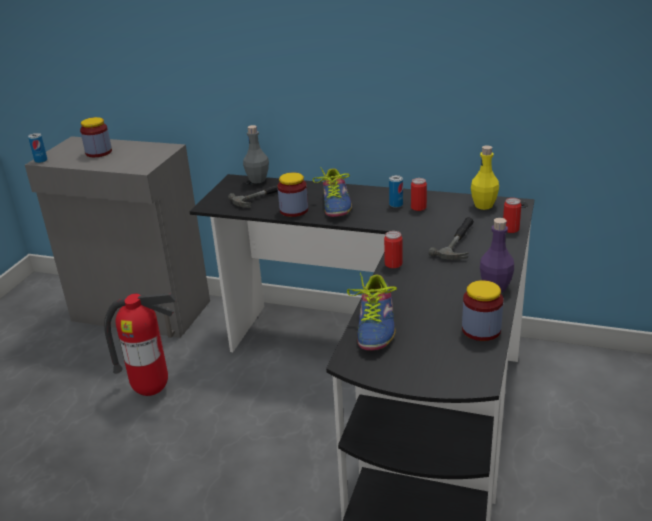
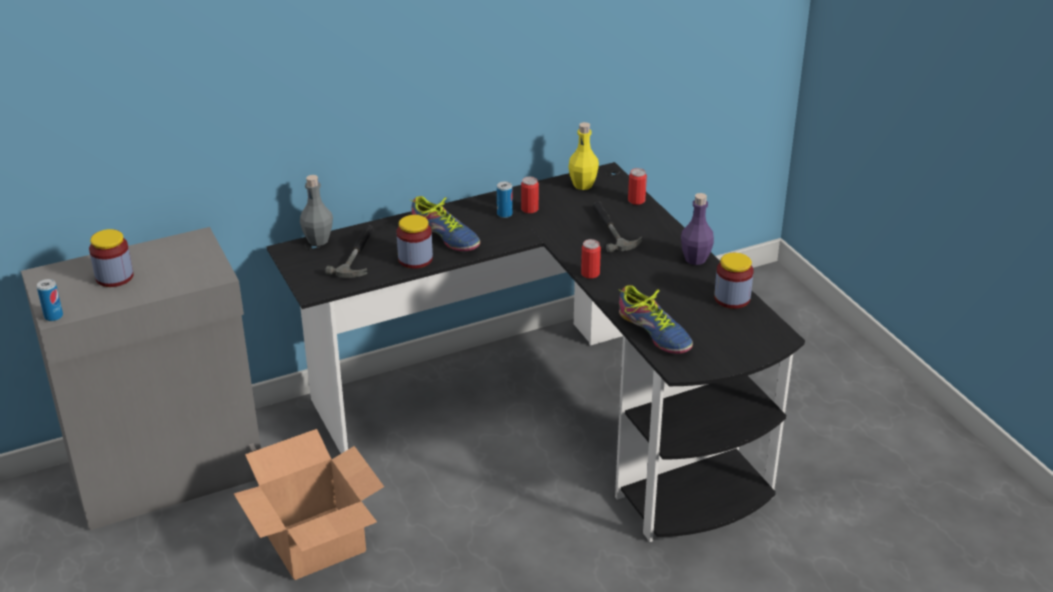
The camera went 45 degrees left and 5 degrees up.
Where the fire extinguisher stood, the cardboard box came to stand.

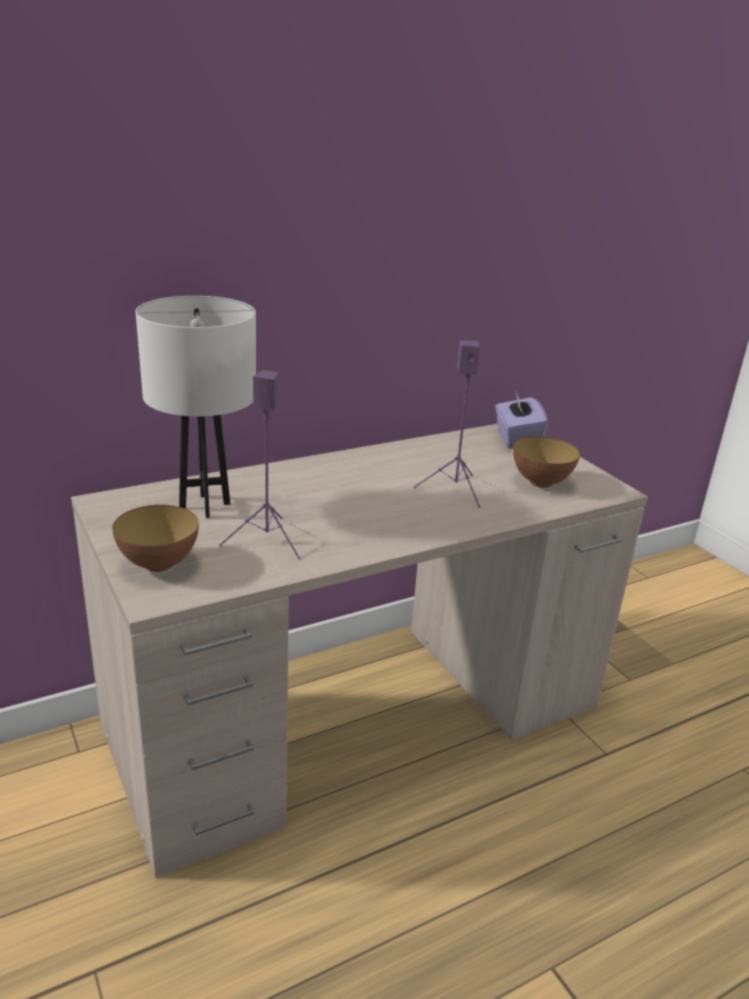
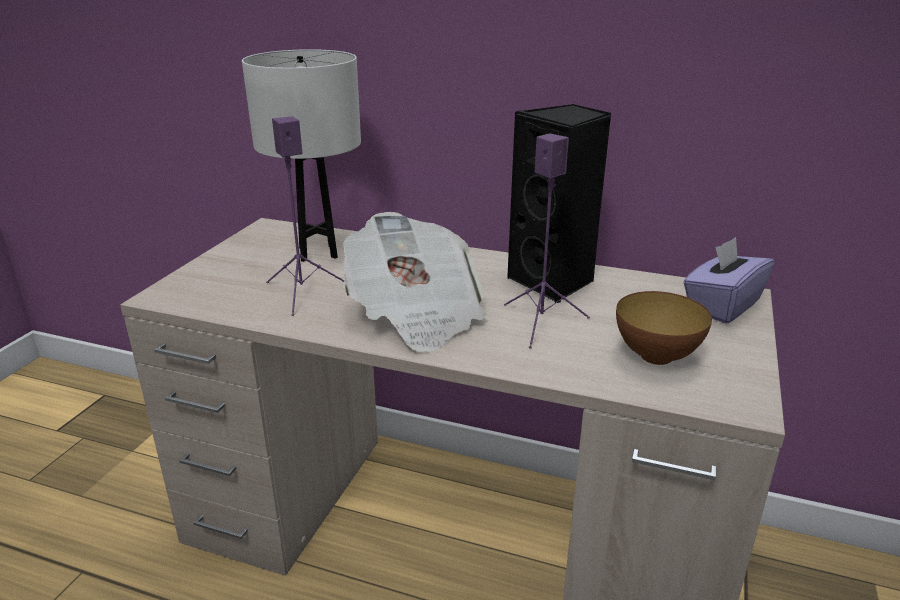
The camera went 50 degrees right and 0 degrees up.
The second view gained the newspaper.
The second view gained the black speaker.
The second view lost the bowl (1st from left).

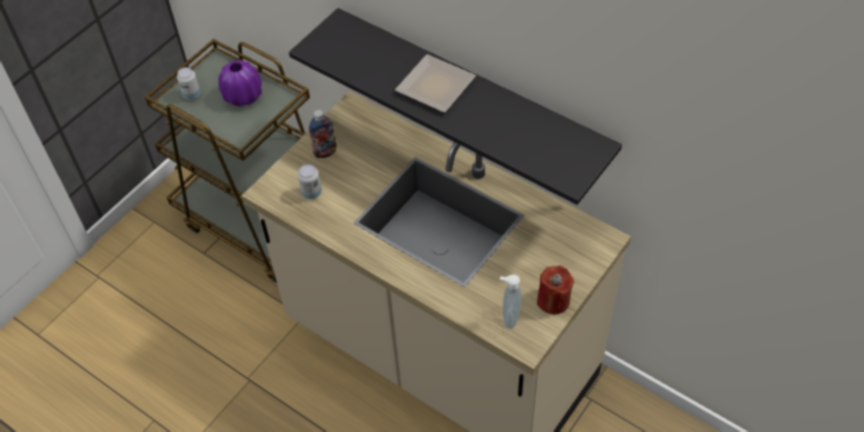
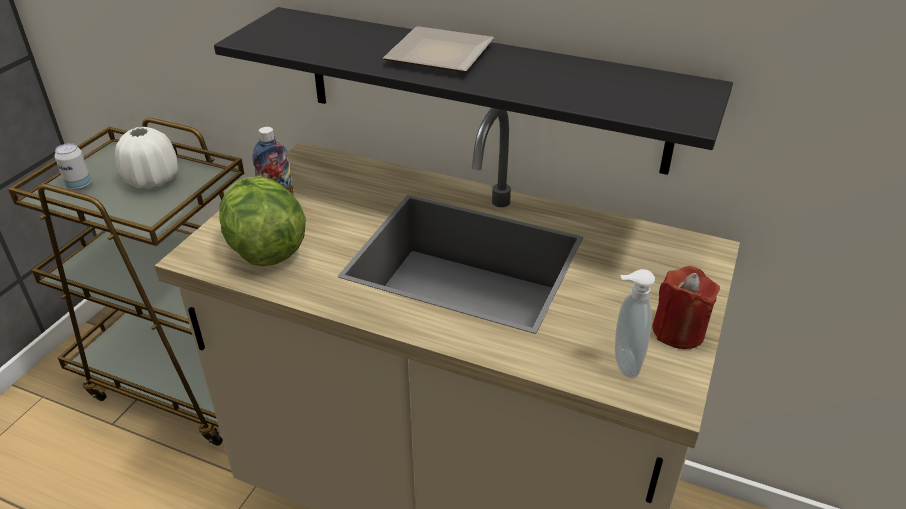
The camera went 15 degrees left and 15 degrees down.
What was the purple vase turned into the white vase.
Where the can (2nd from left) stood, the lettuce came to stand.

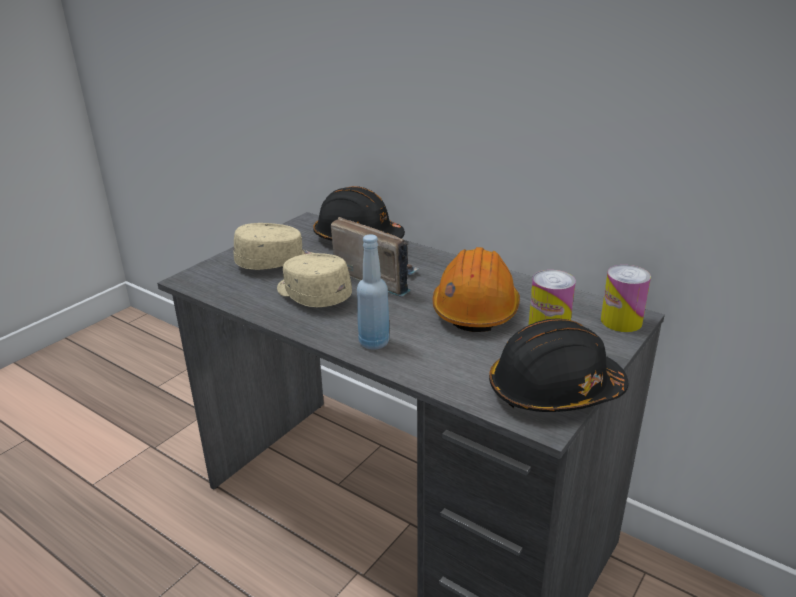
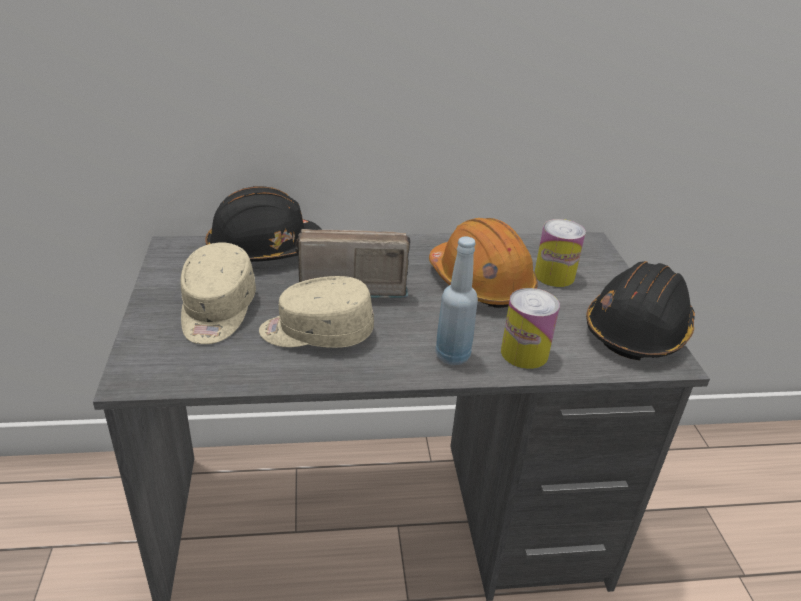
The camera went 45 degrees left and 5 degrees up.
The beige cap (1st from left) ended up facing another way, 150 degrees clockwise from before.
The can (2nd from left in the first image) ended up elsewhere.

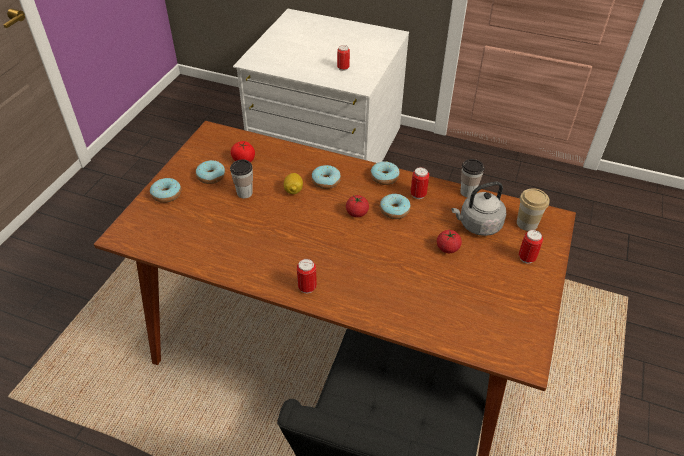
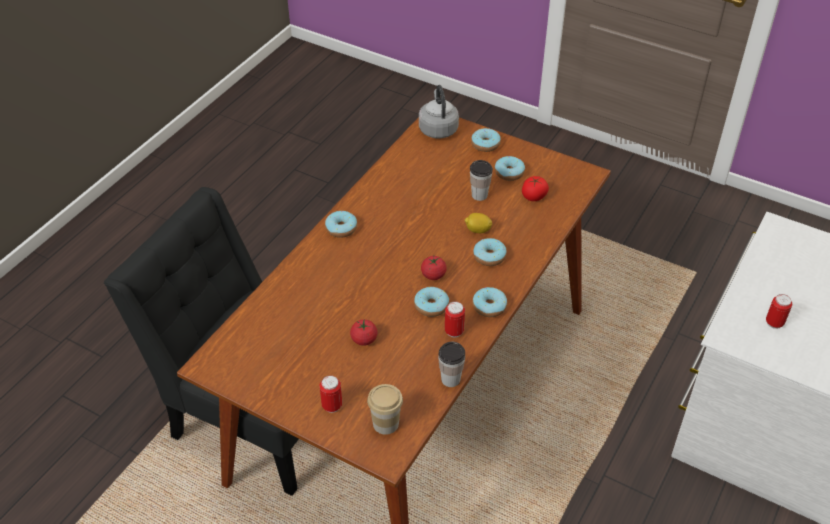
The camera went 100 degrees right and 0 degrees up.
Where the can (1st from left) stood, the donut (1st from left) came to stand.
The grey kettle ended up elsewhere.

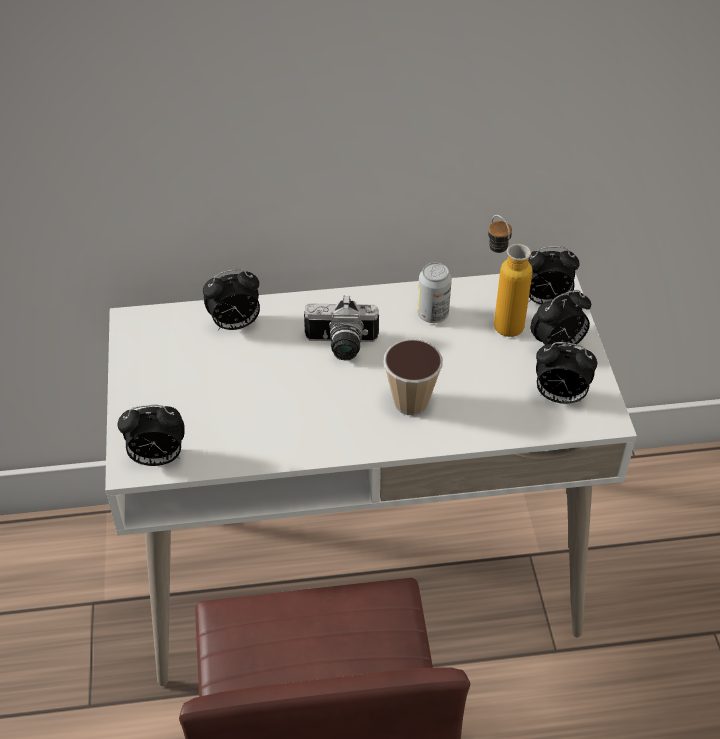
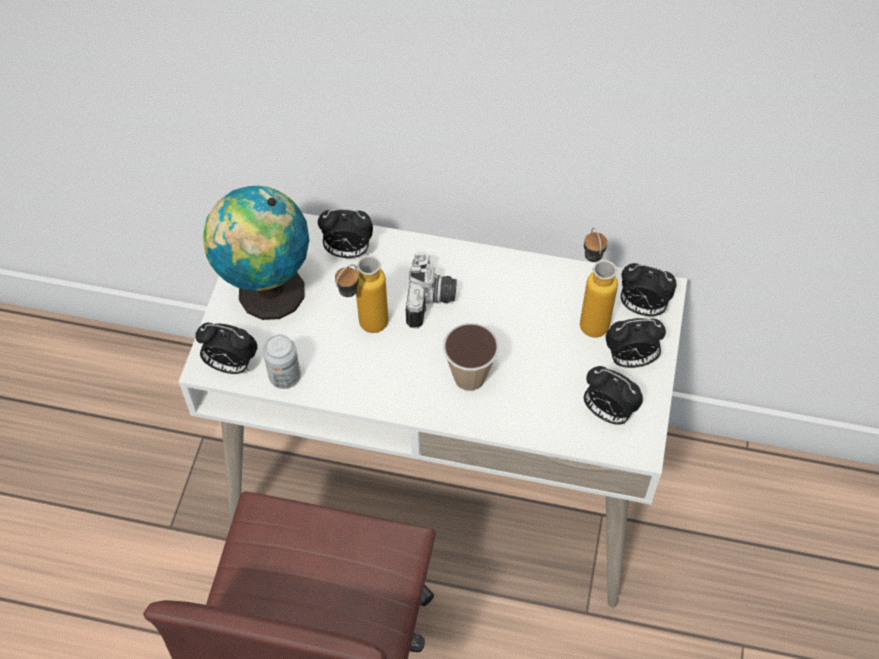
The camera went 20 degrees right and 10 degrees up.
The second view gained the globe.
The can ended up elsewhere.
The second view gained the bottle (1st from left).
The photo camera ended up facing another way, 105 degrees counterclockwise from before.

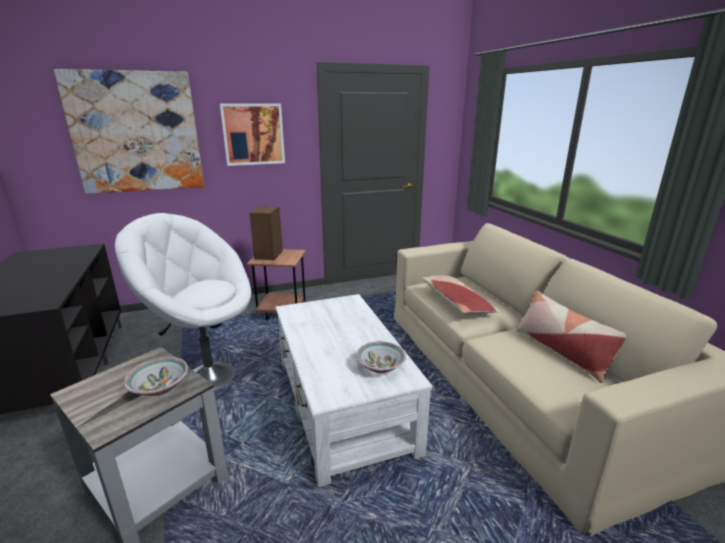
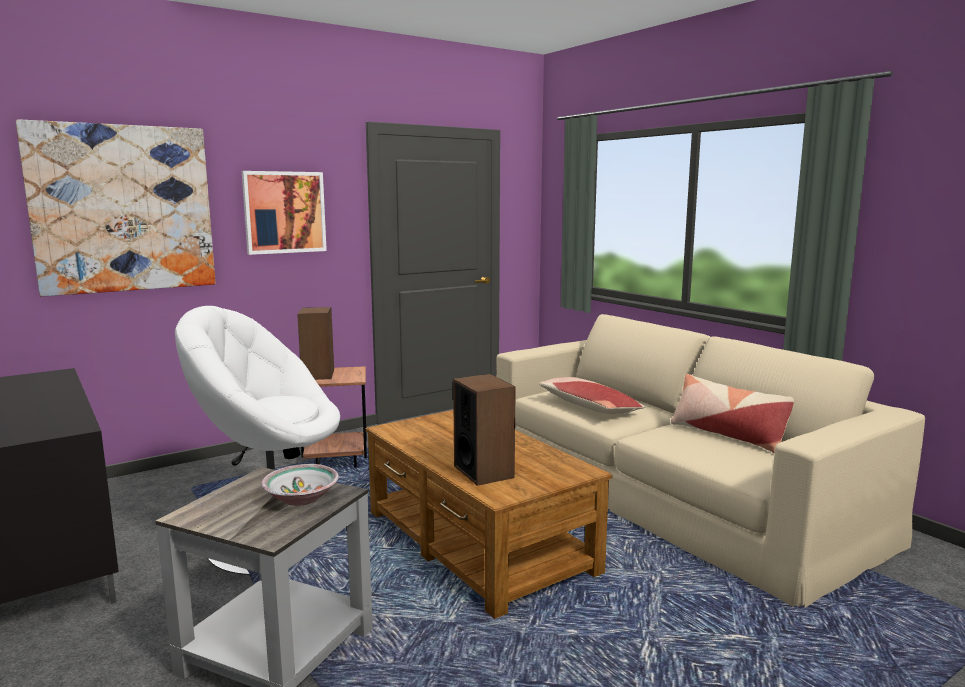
The camera went 15 degrees left and 10 degrees down.
What was the white coffee table turned into the brown coffee table.
The second view gained the speaker (2nd from left).
The second view lost the bowl (2nd from left).

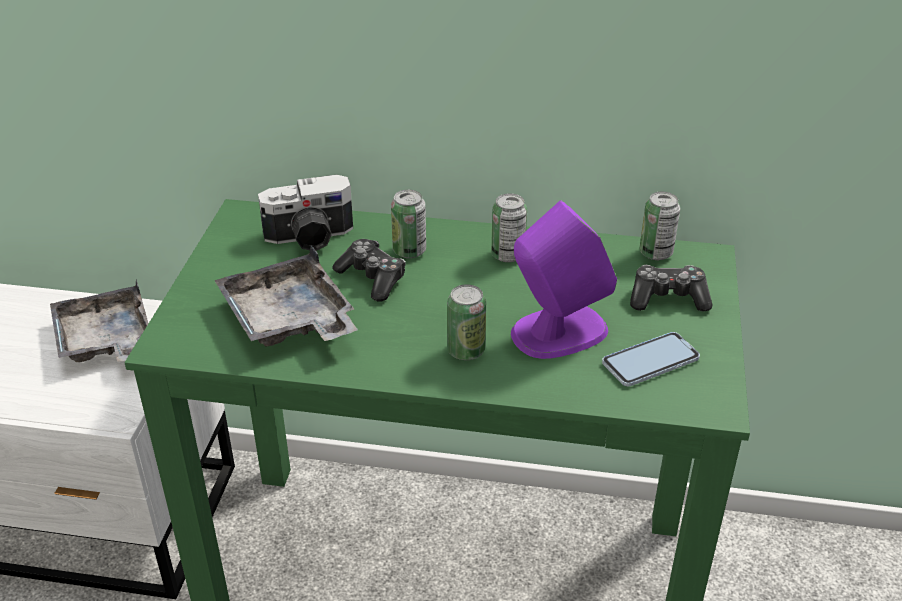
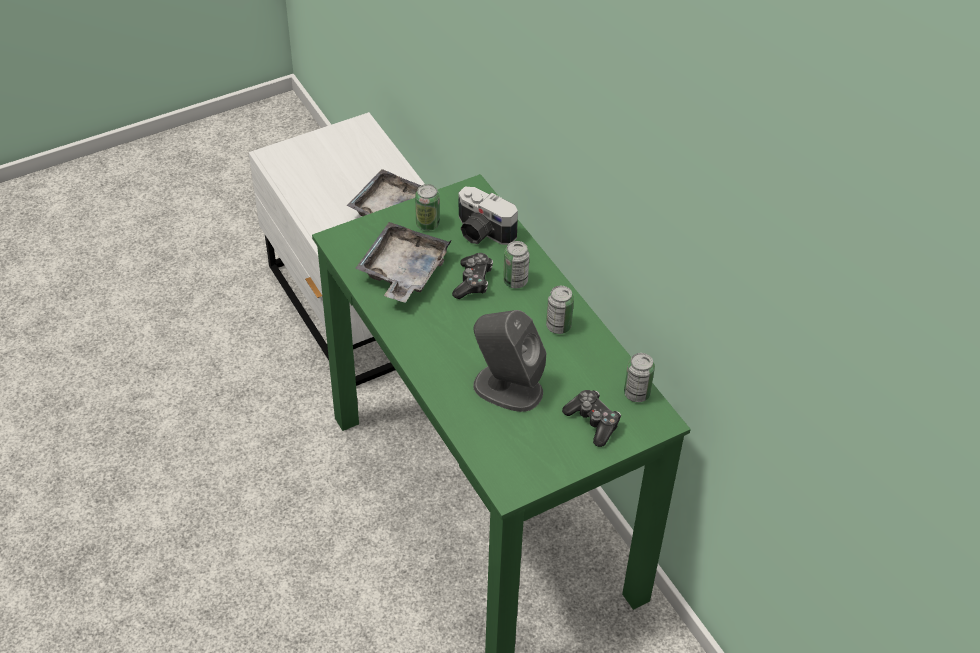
The camera went 50 degrees right and 10 degrees up.
The can (2nd from left in the first image) ended up elsewhere.
What was the purple speaker turned into the grey speaker.
The second view lost the phone.

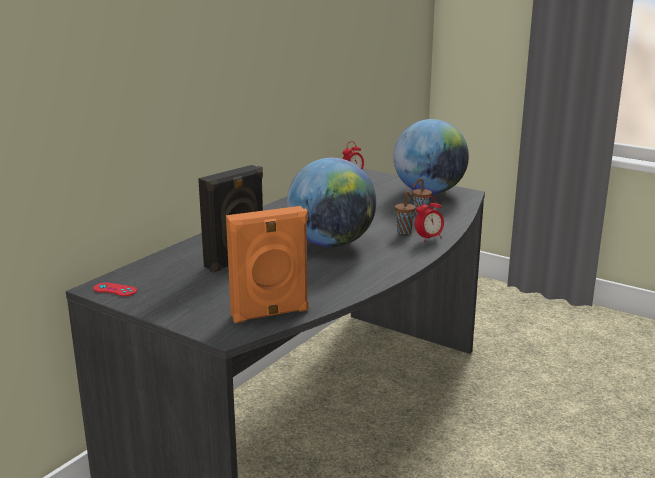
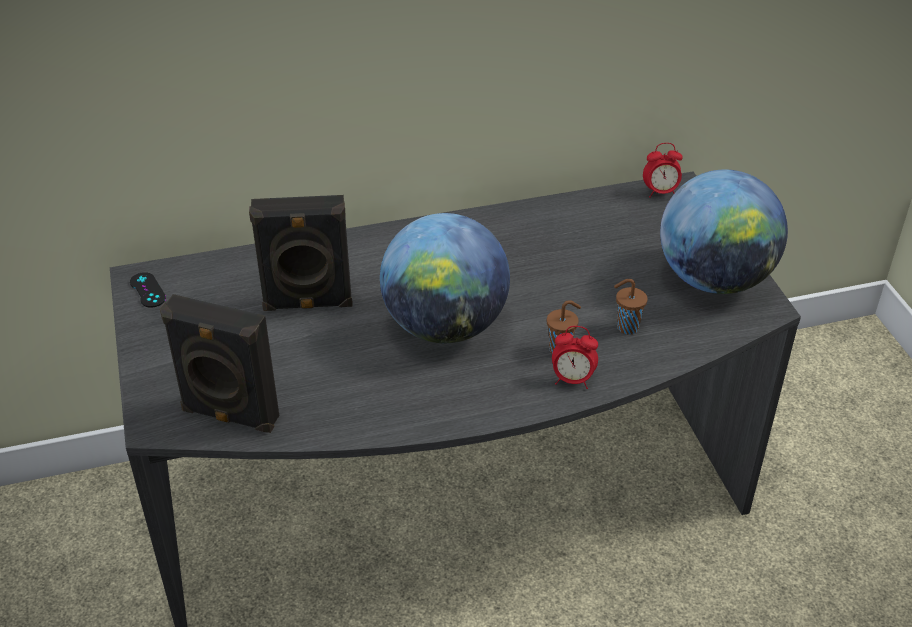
The camera went 40 degrees right and 20 degrees up.
What was the red game controller turned into the black game controller.
What was the orange speaker turned into the black speaker (1st from left).

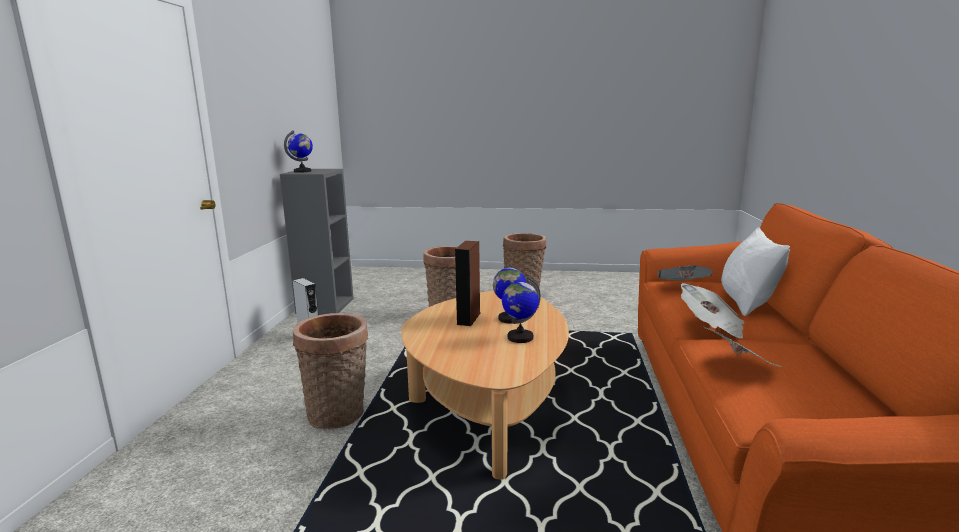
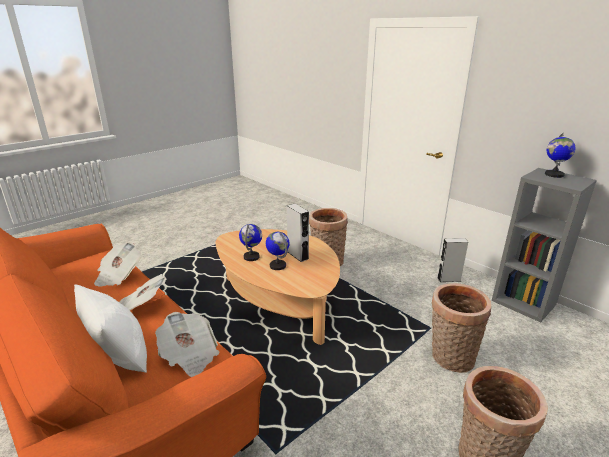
The camera went 130 degrees right and 10 degrees up.
What was the brown speaker turned into the grey speaker (1st from left).

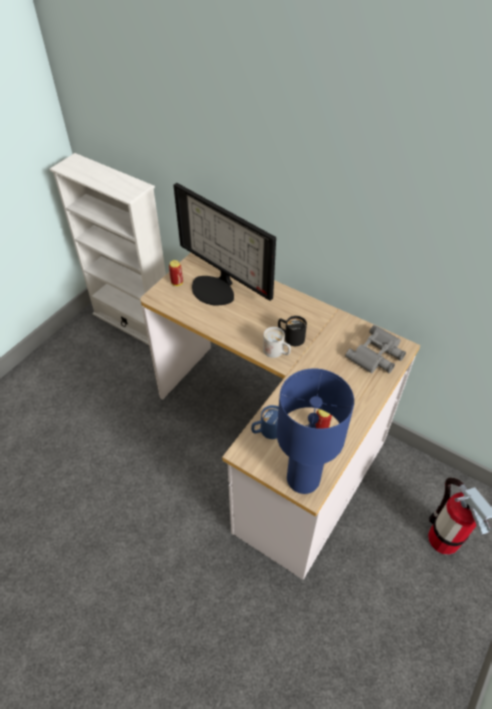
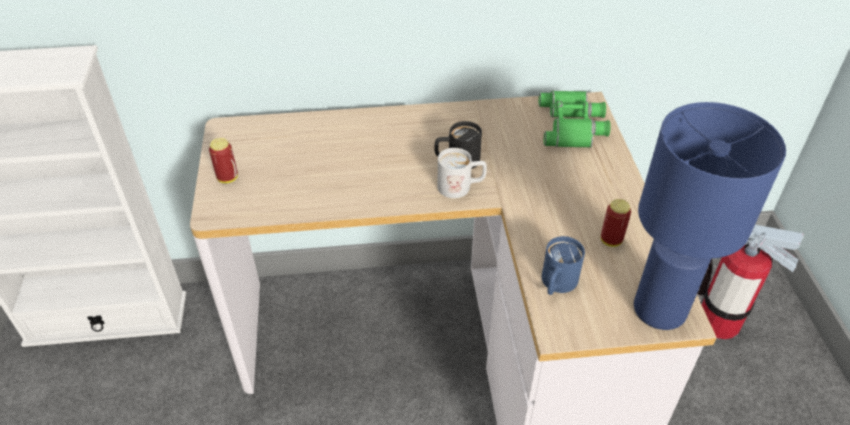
The camera went 40 degrees left and 5 degrees down.
What was the grey binoculars turned into the green binoculars.
The second view lost the monitor.

